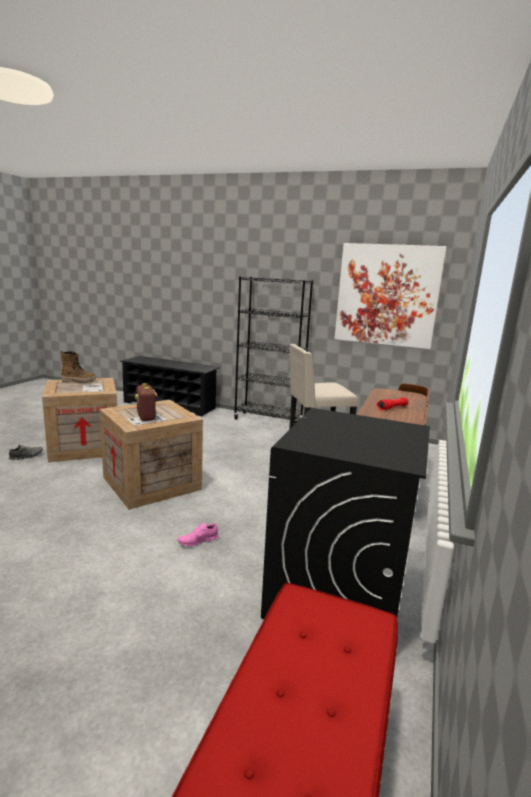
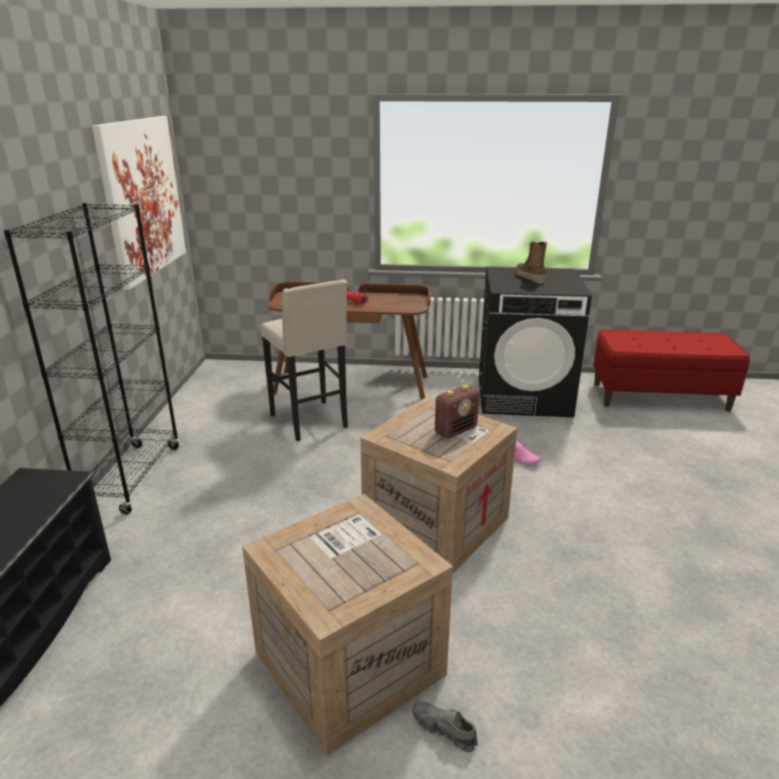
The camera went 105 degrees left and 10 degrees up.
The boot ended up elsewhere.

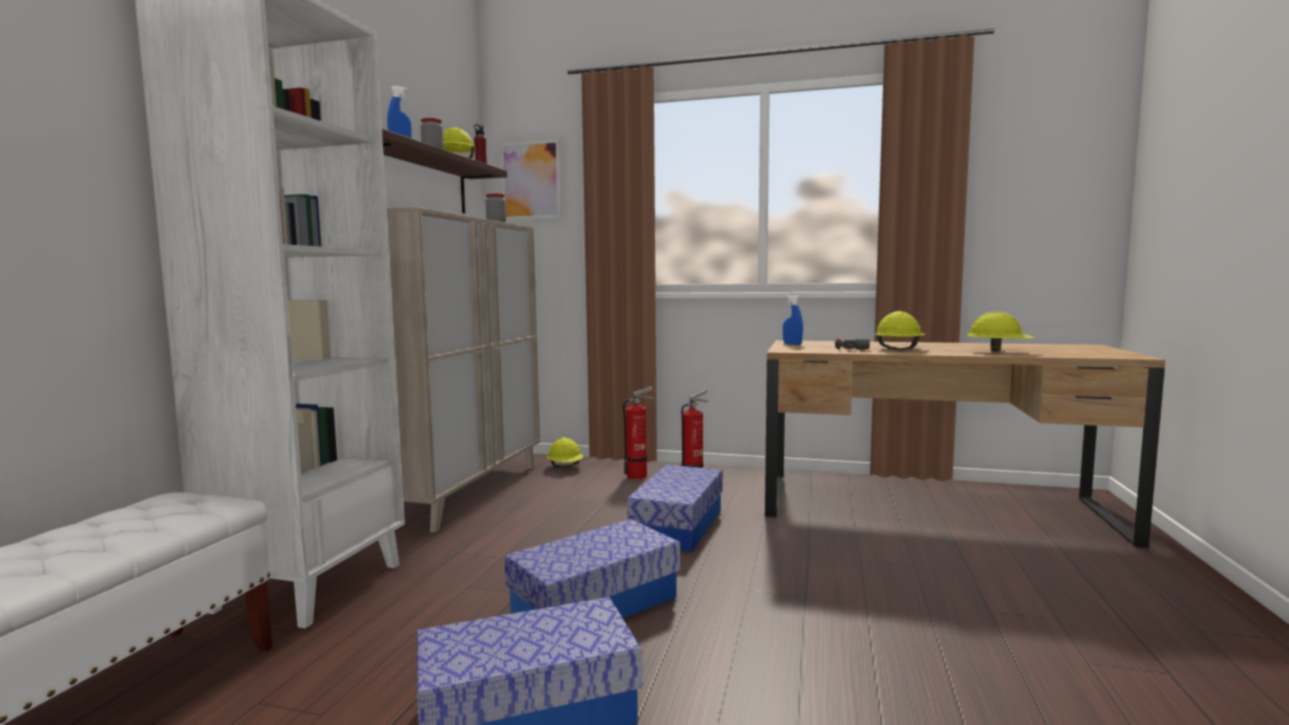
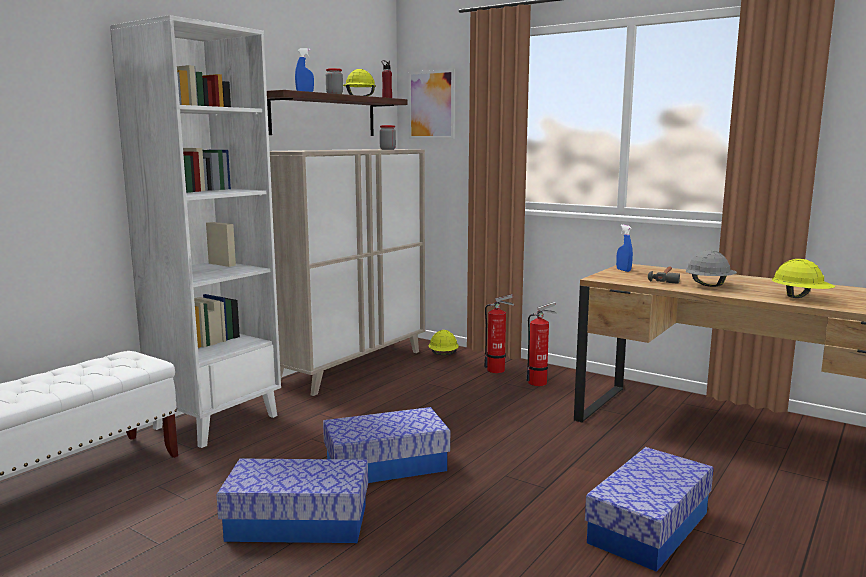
The camera went 20 degrees right and 5 degrees up.
The storage box (3rd from left) ended up elsewhere.
What was the yellow hard hat (3rd from left) turned into the grey hard hat.

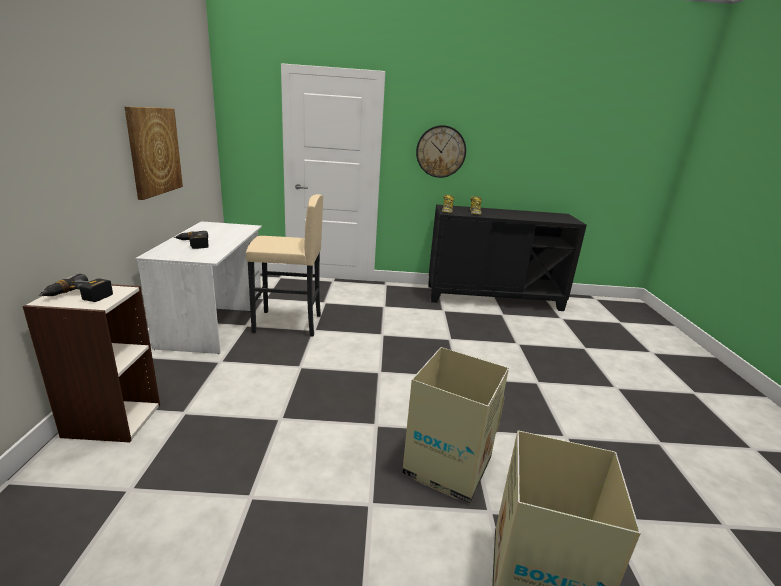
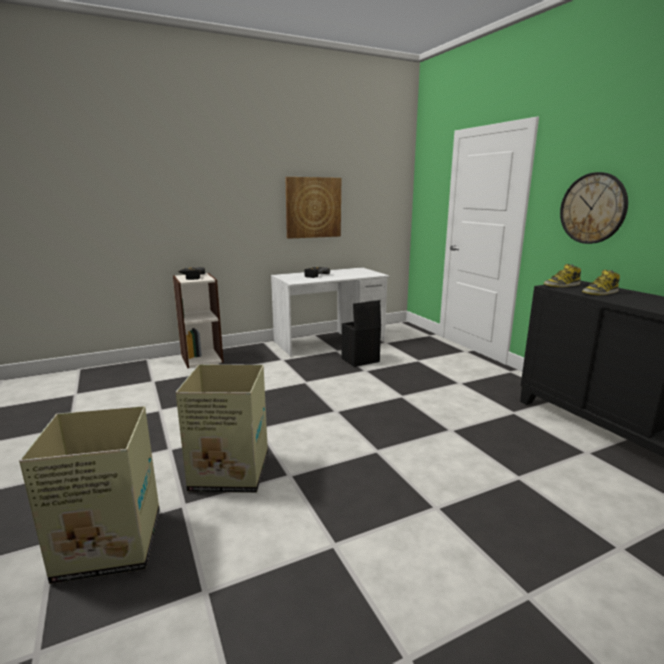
The camera went 65 degrees right and 5 degrees down.
Where the beige stool stood, the black storage box came to stand.

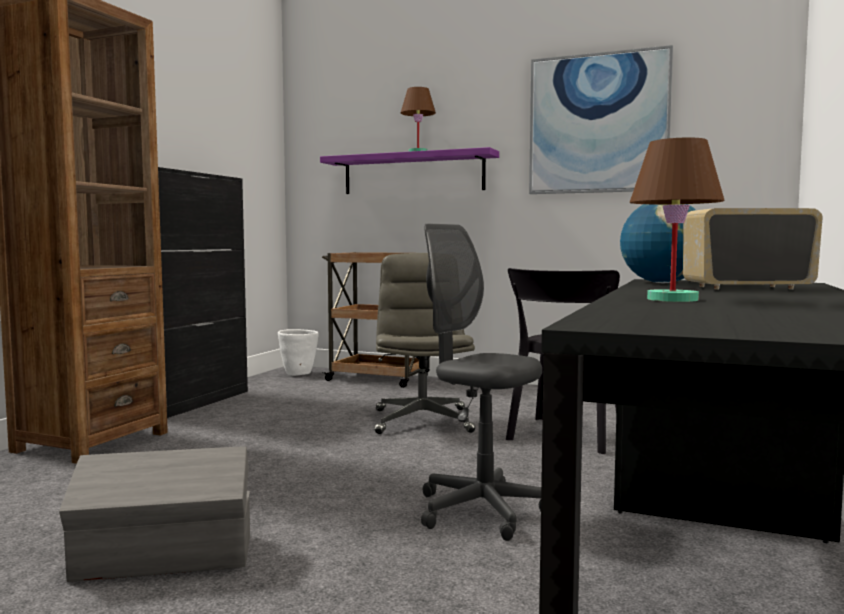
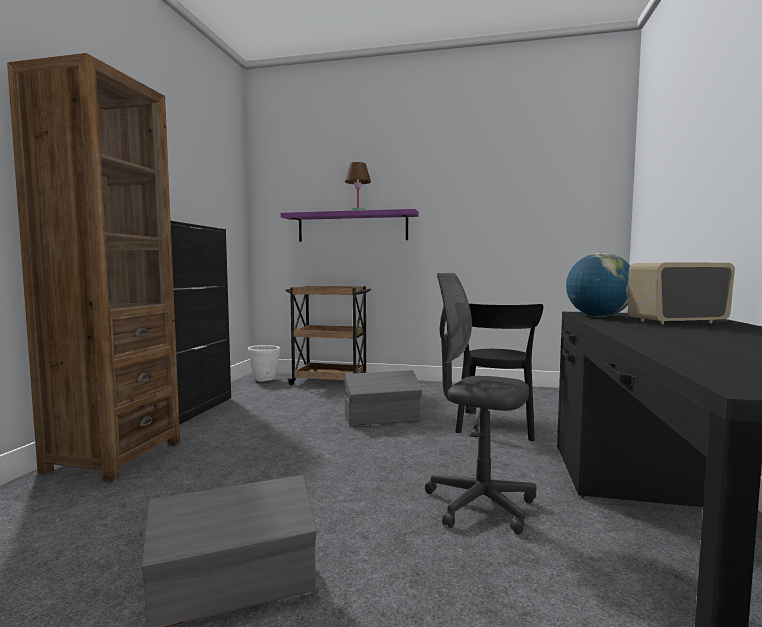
The camera went 10 degrees left and 0 degrees up.
Where the grey office chair (1st from left) stood, the grey storage box (2nd from left) came to stand.
The second view lost the picture.
The second view lost the brown table lamp (2nd from left).

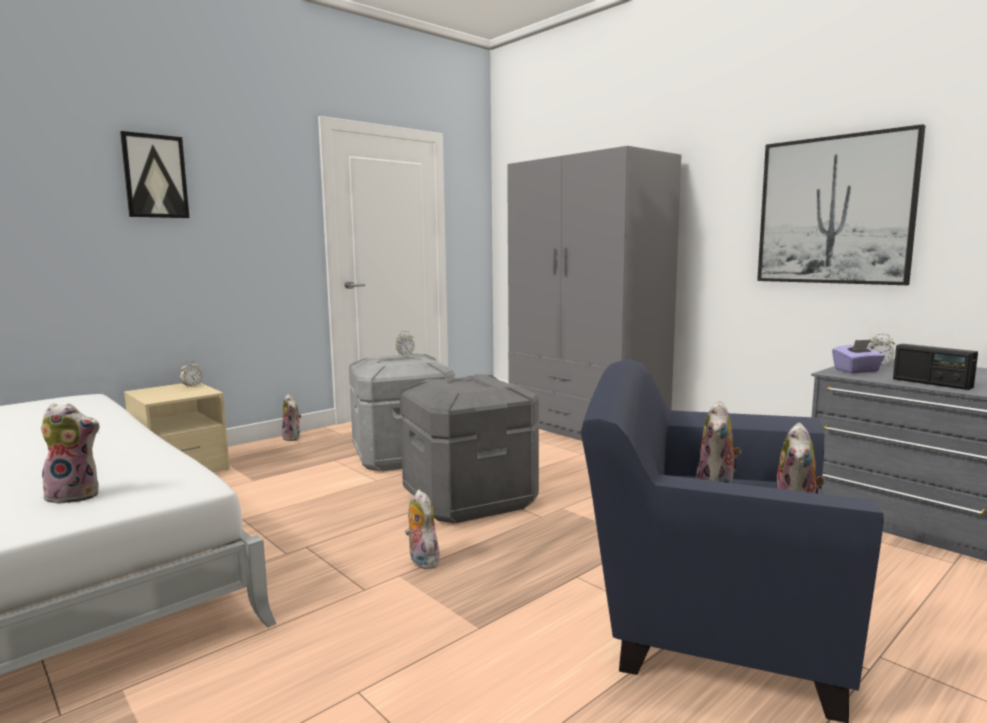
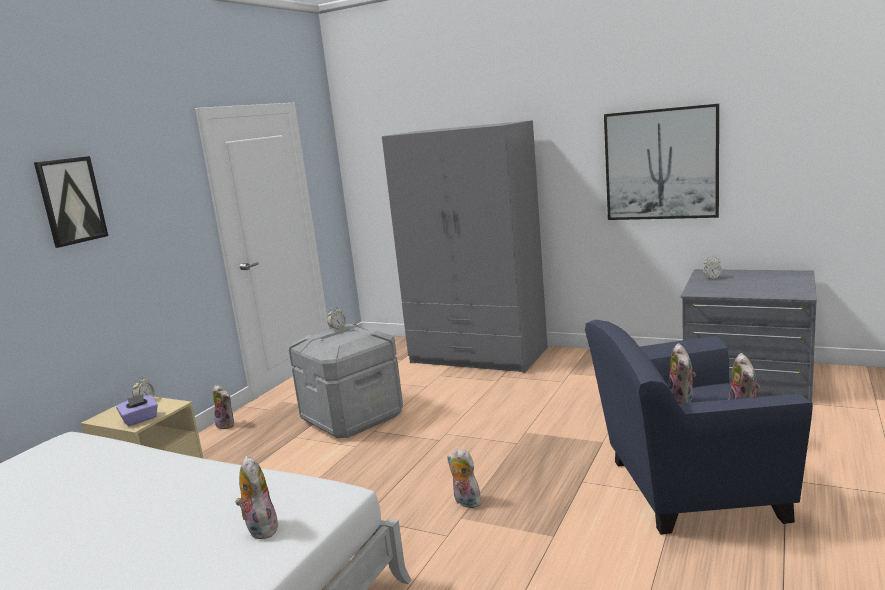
The camera went 20 degrees left and 5 degrees up.
The purple tissue box ended up elsewhere.
The plush toy (1st from left in the first image) ended up facing another way, 90 degrees counterclockwise from before.
The second view lost the grey storage box (2nd from left).
The second view lost the radio.

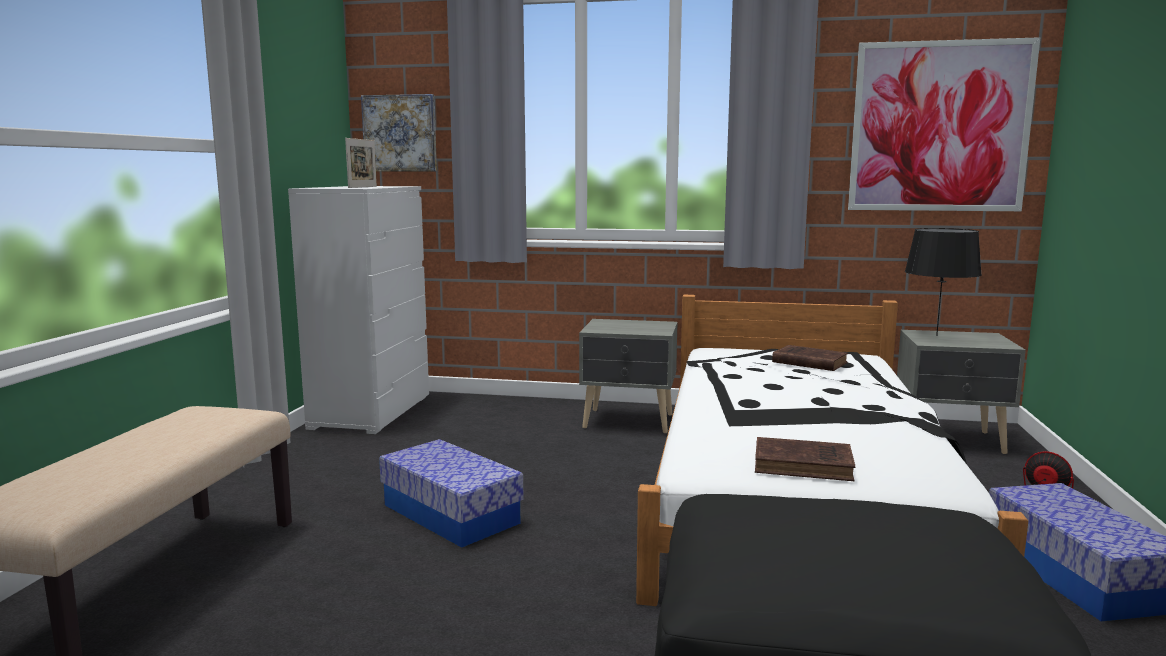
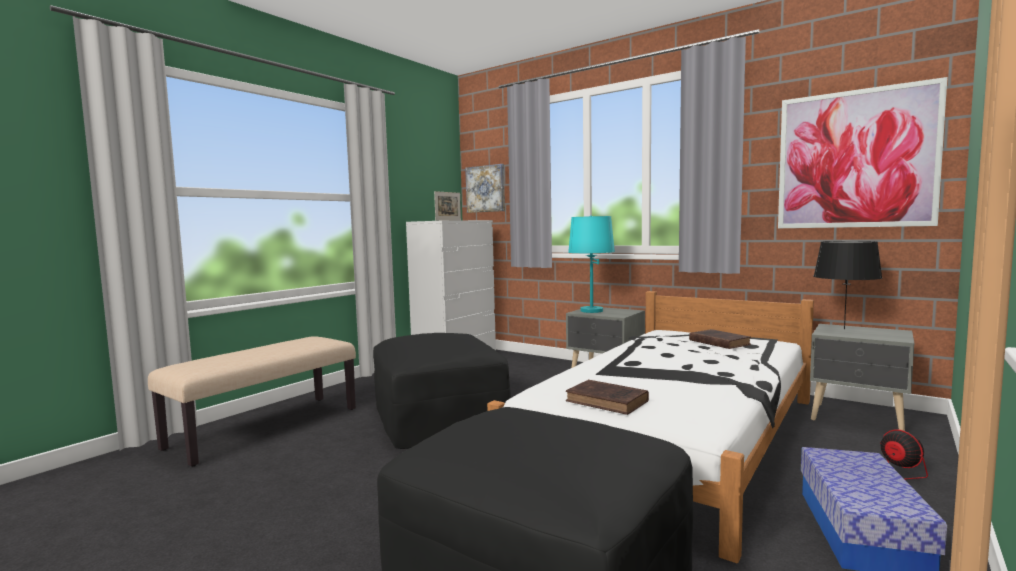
The camera went 25 degrees right and 5 degrees down.
Where the storage box (1st from left) stood, the black ottoman (1st from left) came to stand.
The second view gained the turquoise table lamp.

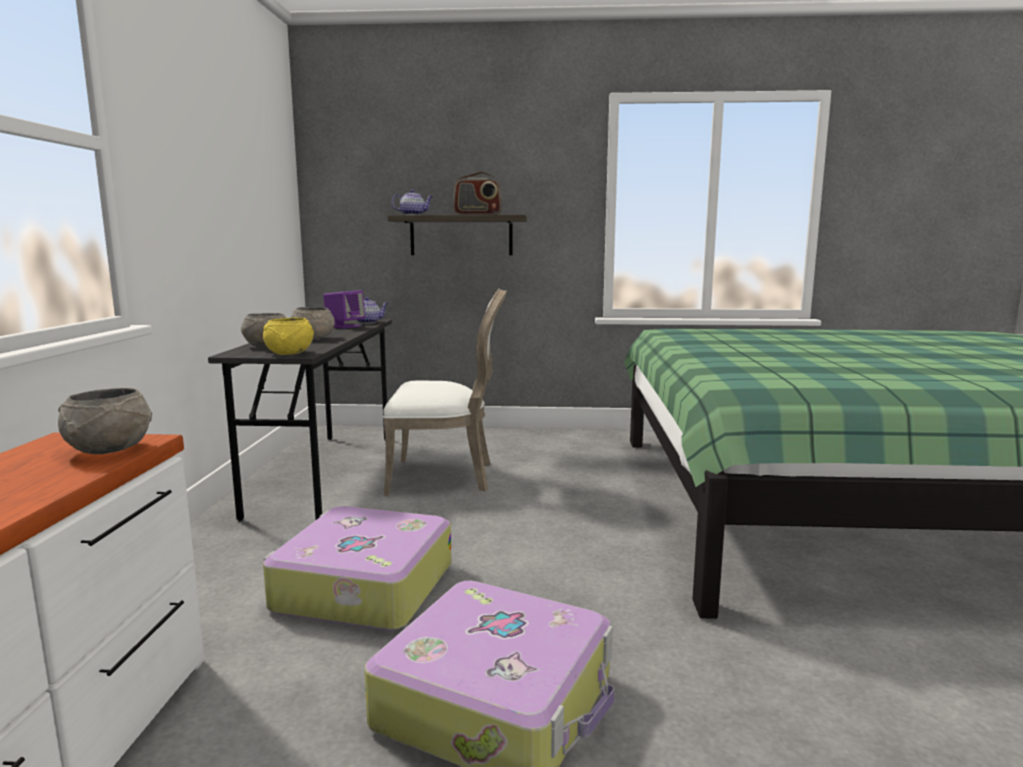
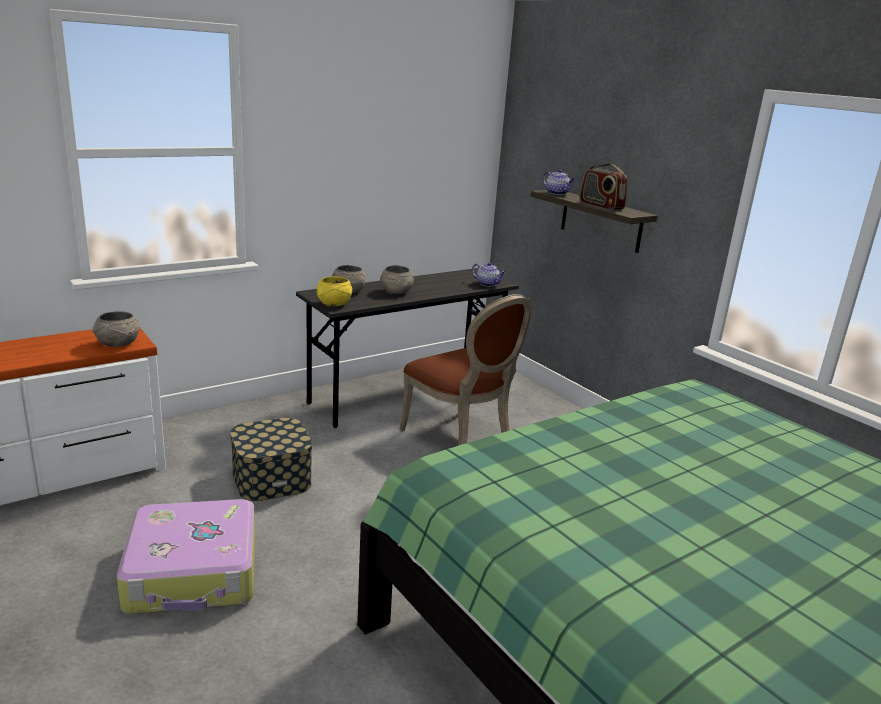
The camera went 50 degrees right and 10 degrees up.
Where the suitcase (1st from left) stood, the storage box came to stand.
What was the white chair turned into the brown chair.
The second view lost the purple speaker.

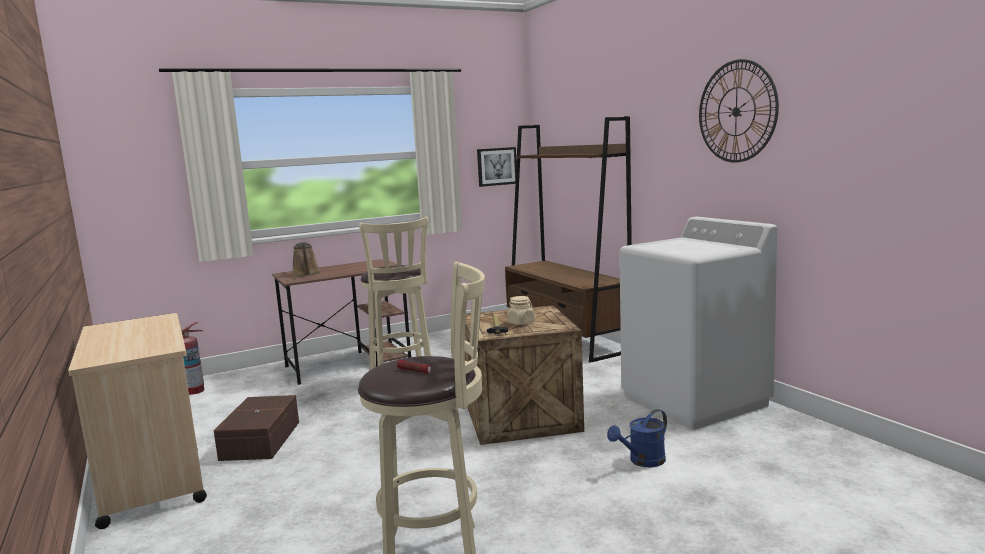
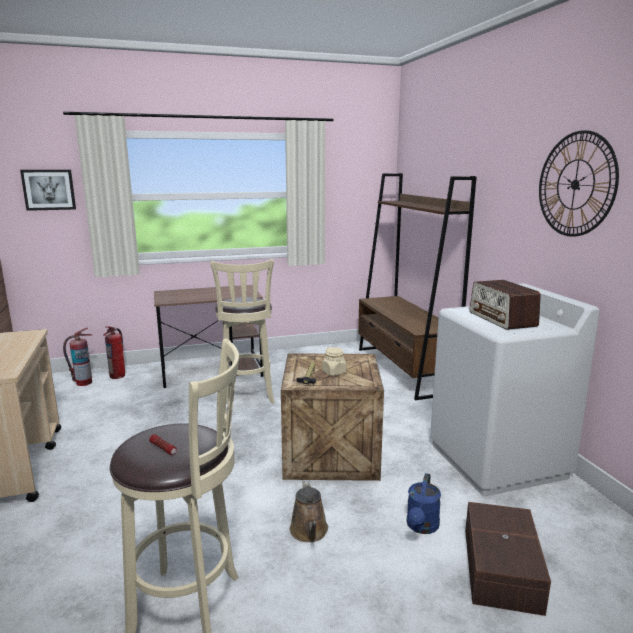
The camera went 10 degrees right and 5 degrees up.
The picture ended up elsewhere.
The second view gained the fire extinguisher (2nd from left).
The brown watering can ended up elsewhere.
The blue watering can ended up facing another way, 45 degrees counterclockwise from before.
The brown storage box ended up elsewhere.
The second view gained the radio.

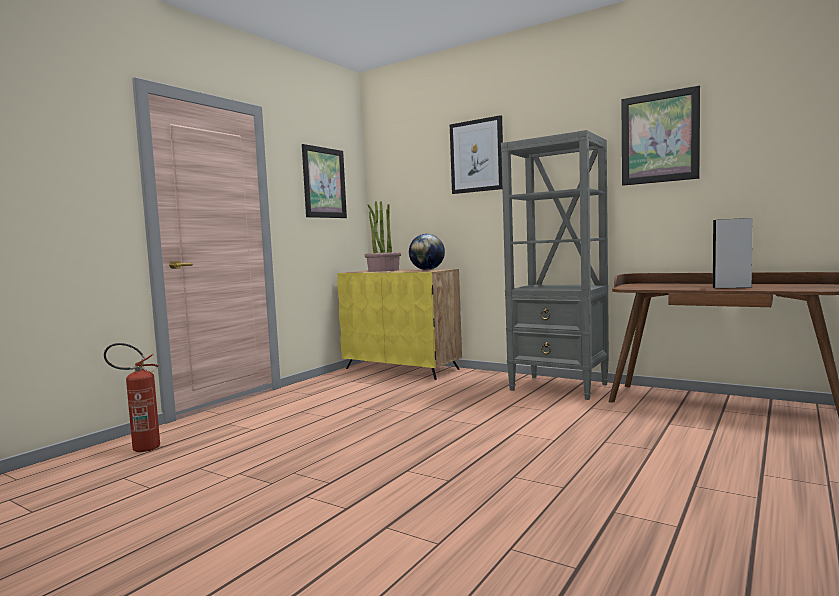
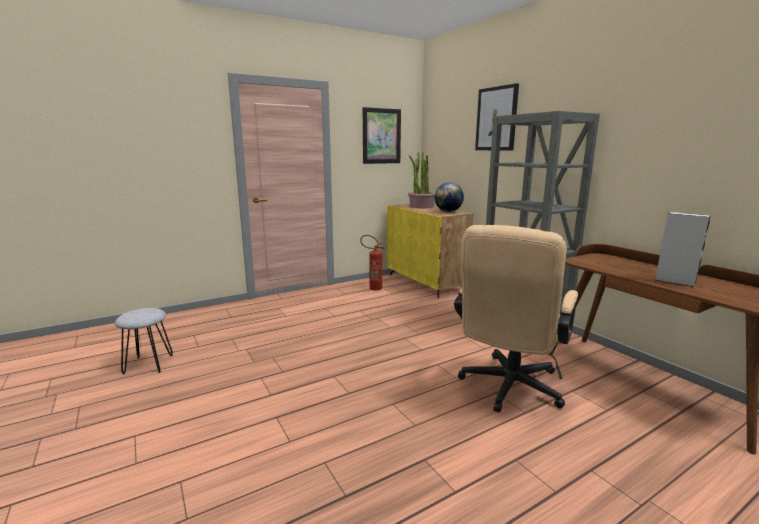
The camera went 25 degrees right and 10 degrees up.
The second view gained the grey stool.
The fire extinguisher ended up elsewhere.
The second view gained the beige office chair.
The second view lost the picture (3rd from left).

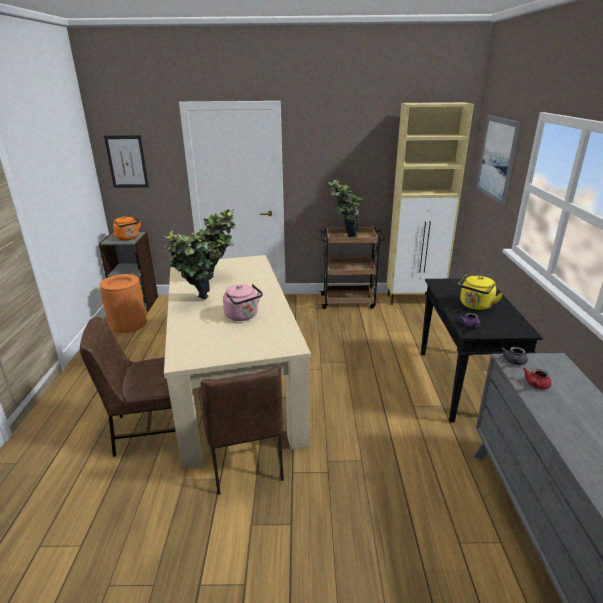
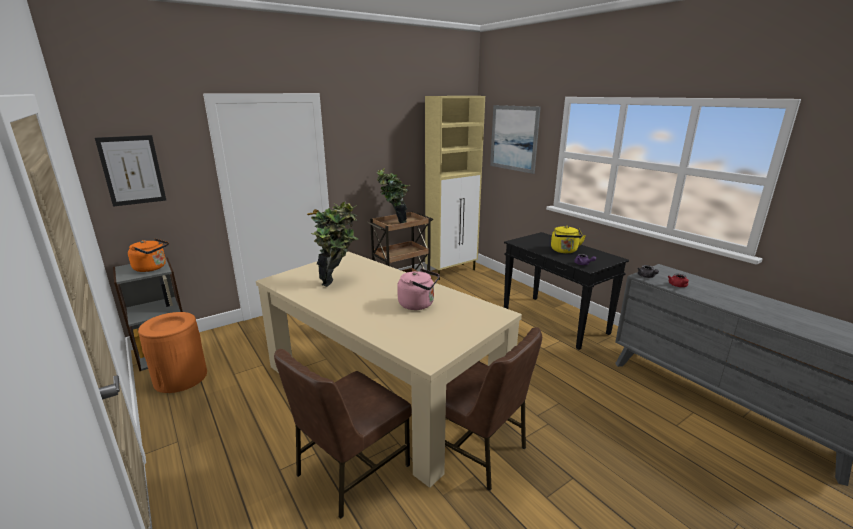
The camera went 35 degrees left and 5 degrees down.
The second view lost the potted plant (1st from left).

